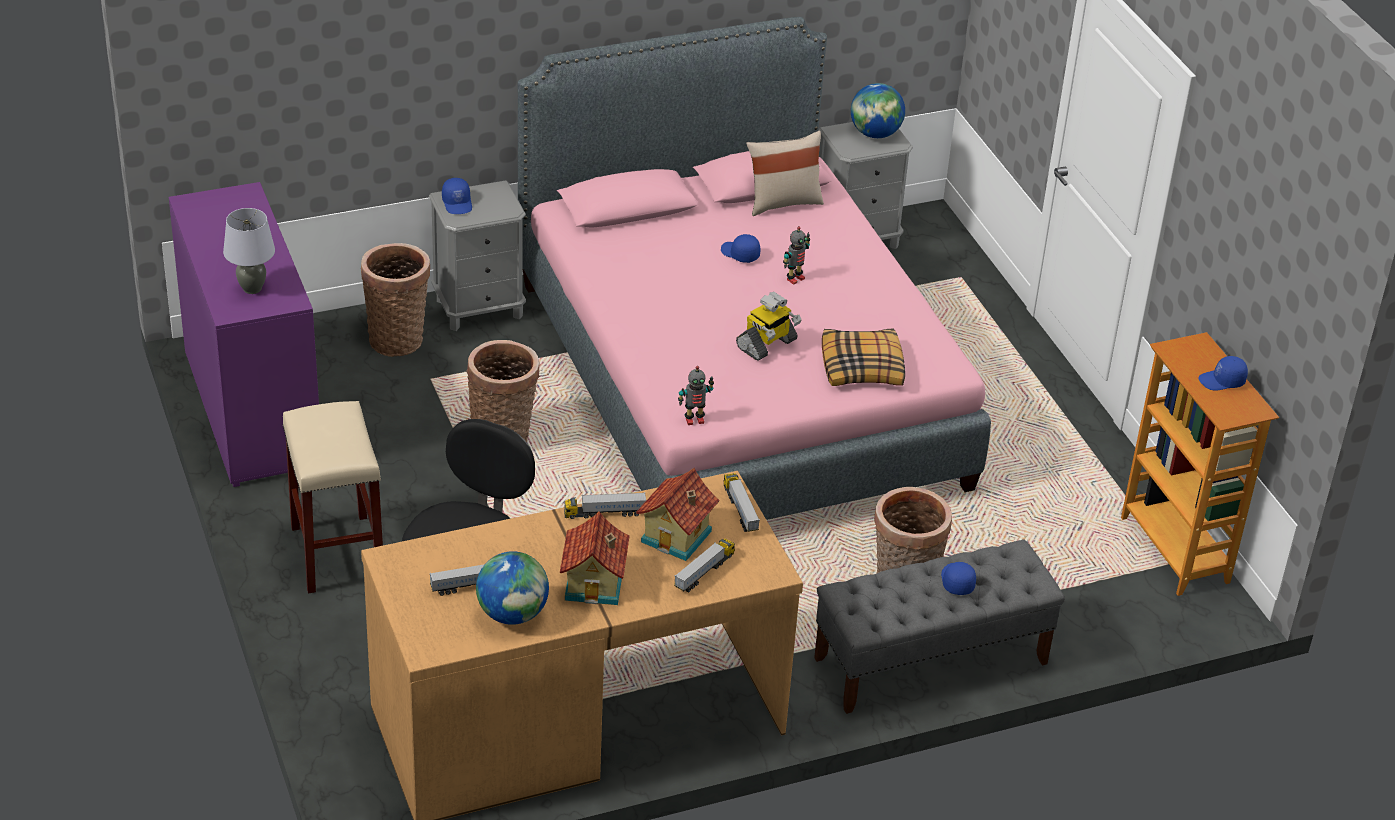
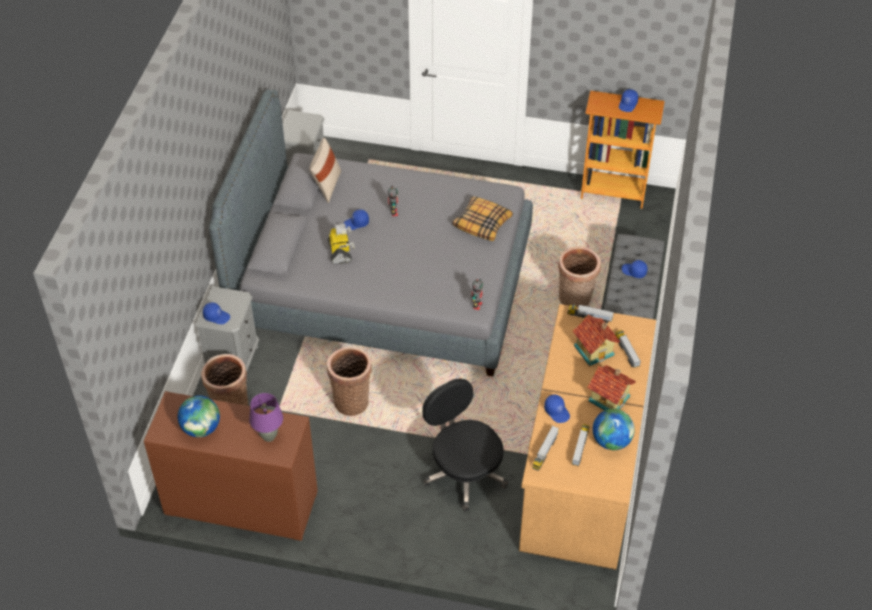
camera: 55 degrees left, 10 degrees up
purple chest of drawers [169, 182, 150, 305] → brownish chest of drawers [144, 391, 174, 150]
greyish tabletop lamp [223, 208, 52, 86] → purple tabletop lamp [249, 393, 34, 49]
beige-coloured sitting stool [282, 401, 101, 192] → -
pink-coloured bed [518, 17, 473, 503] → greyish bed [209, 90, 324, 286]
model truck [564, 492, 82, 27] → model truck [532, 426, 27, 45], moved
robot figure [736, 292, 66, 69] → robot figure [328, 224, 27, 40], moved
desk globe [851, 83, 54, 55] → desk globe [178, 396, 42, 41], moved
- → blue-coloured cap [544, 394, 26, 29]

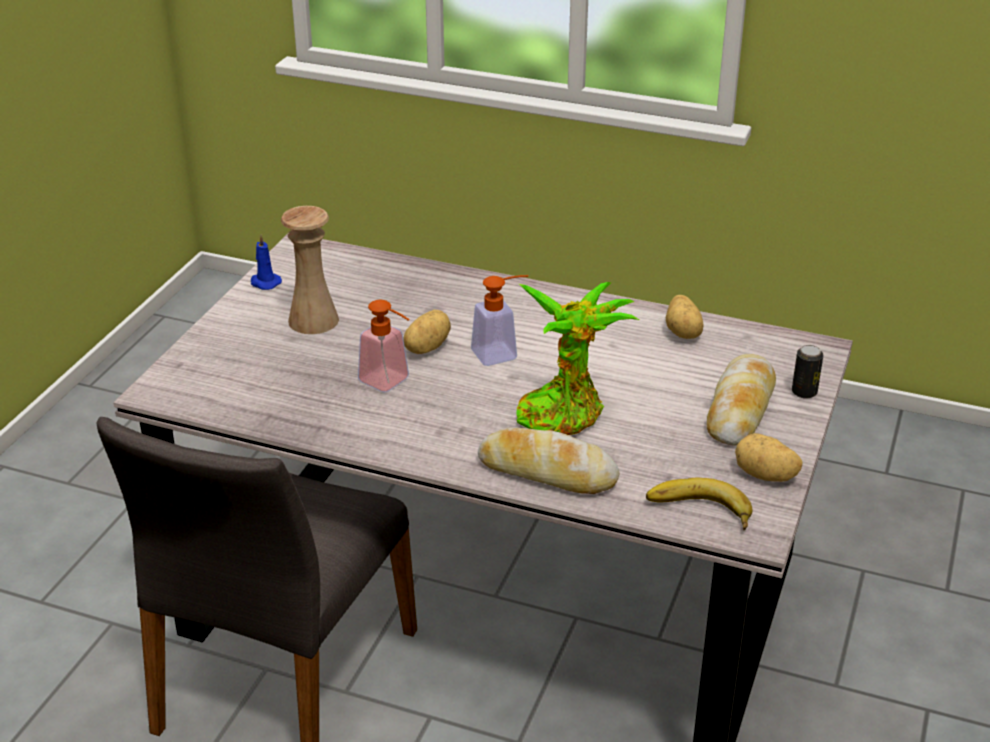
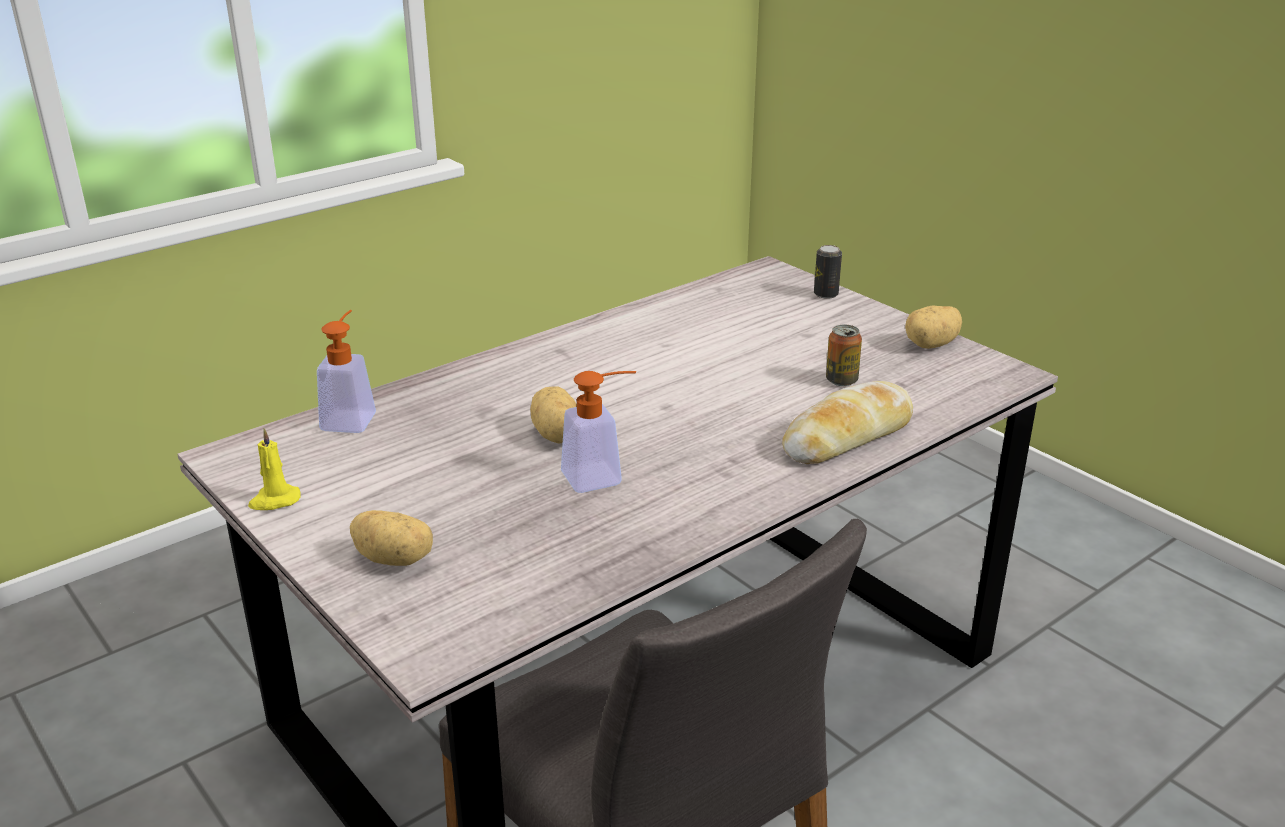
camera: 60 degrees left, 5 degrees down
blue-coloured wax candle [251, 234, 31, 56] → yellowish wax candle [248, 428, 53, 82]
beige-coloured vase [281, 206, 58, 128] → -
soap dispenser [471, 275, 57, 91] → soap dispenser [317, 310, 59, 123], moved
potted plant [516, 282, 123, 153] → -
banana fruit [646, 478, 106, 52] → -
spud [666, 295, 38, 44] → spud [350, 510, 83, 56], moved
bread [707, 354, 69, 91] → -
- → sealed can [826, 325, 36, 61]

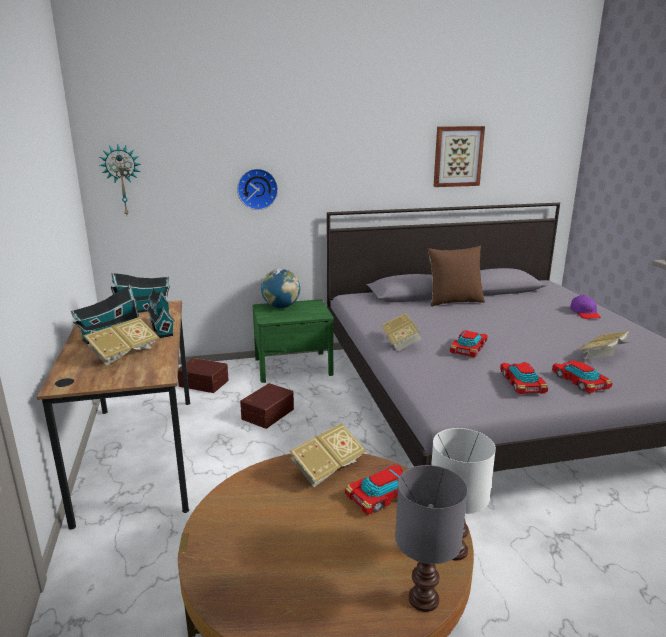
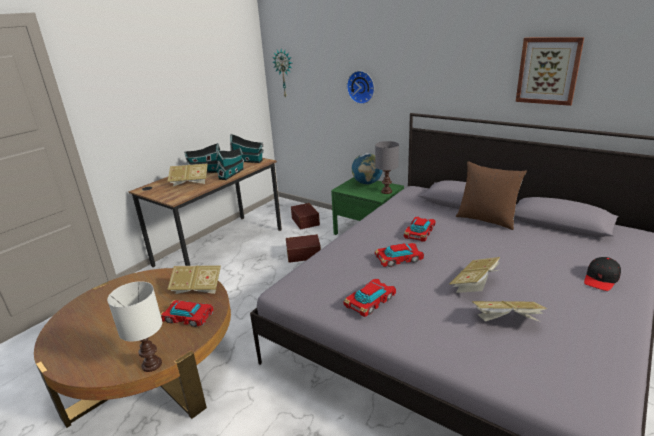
camera: 50 degrees right, 5 degrees up
volume [381, 313, 40, 39] → volume [449, 257, 51, 36], moved
greyish tabletop lamp [395, 465, 73, 147] → greyish tabletop lamp [375, 141, 24, 53], moved
toy car [552, 360, 61, 33] → toy car [404, 217, 32, 25], moved
purple cap [570, 295, 31, 24] → black cap [584, 257, 37, 34]

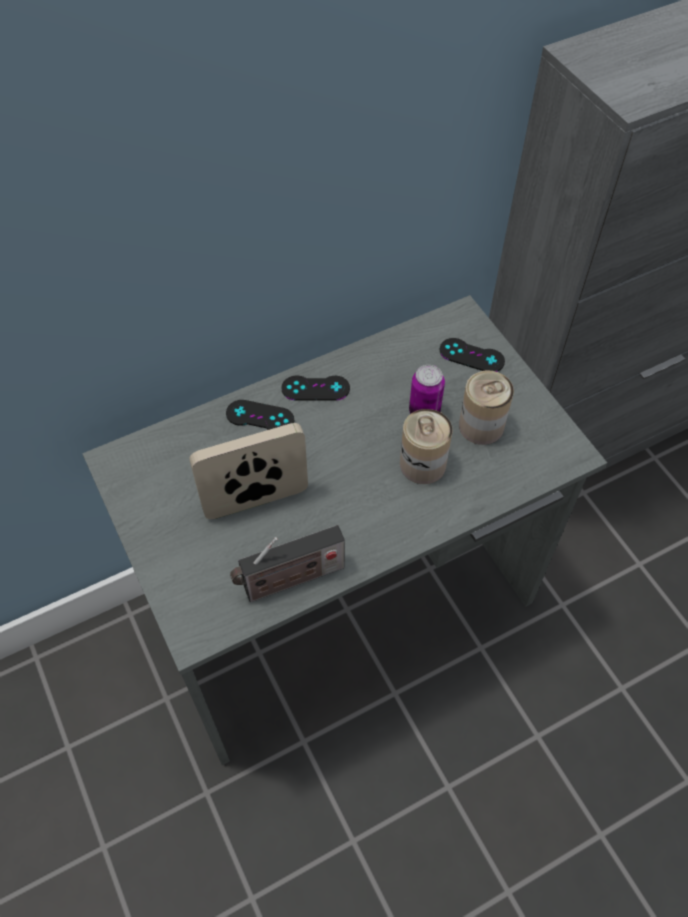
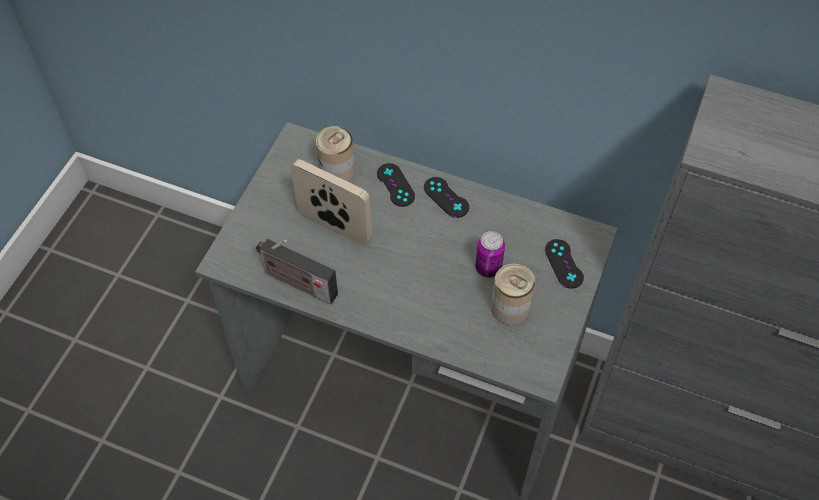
camera: 50 degrees right, 0 degrees up
sealed can [400, 409, 53, 75] → sealed can [316, 126, 39, 56], moved

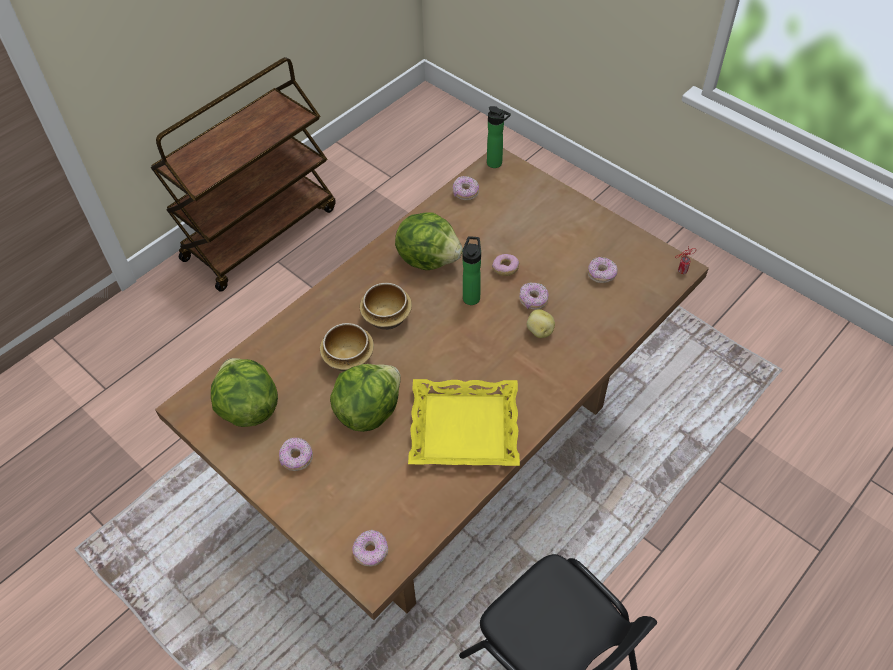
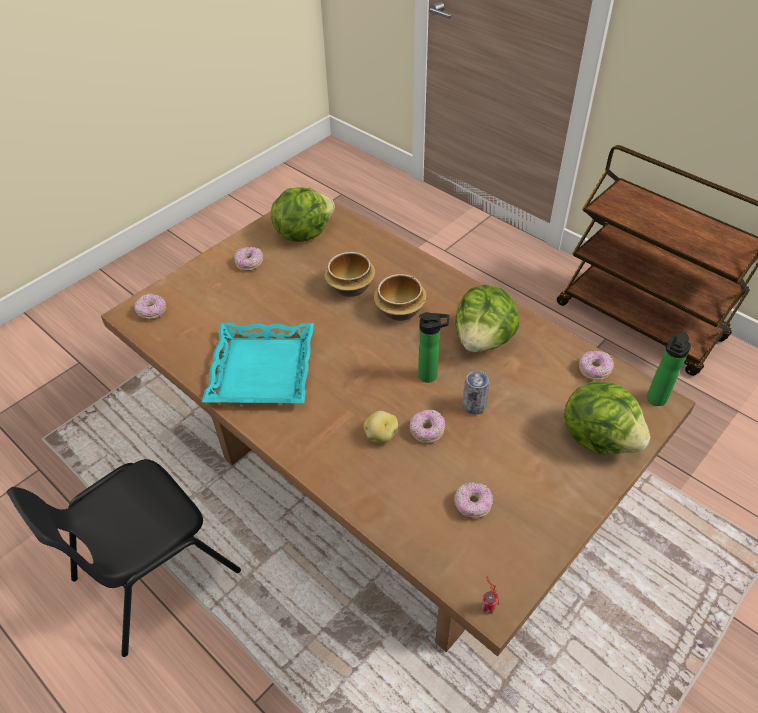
camera: 90 degrees right, 5 degrees down
head of lettuce [330, 364, 71, 68] → head of lettuce [564, 381, 87, 74], moved
yellowish tray [408, 379, 112, 87] → blue-green tray [202, 323, 112, 80]
ring doughnut [492, 254, 27, 22] → sealed can [462, 371, 28, 44]

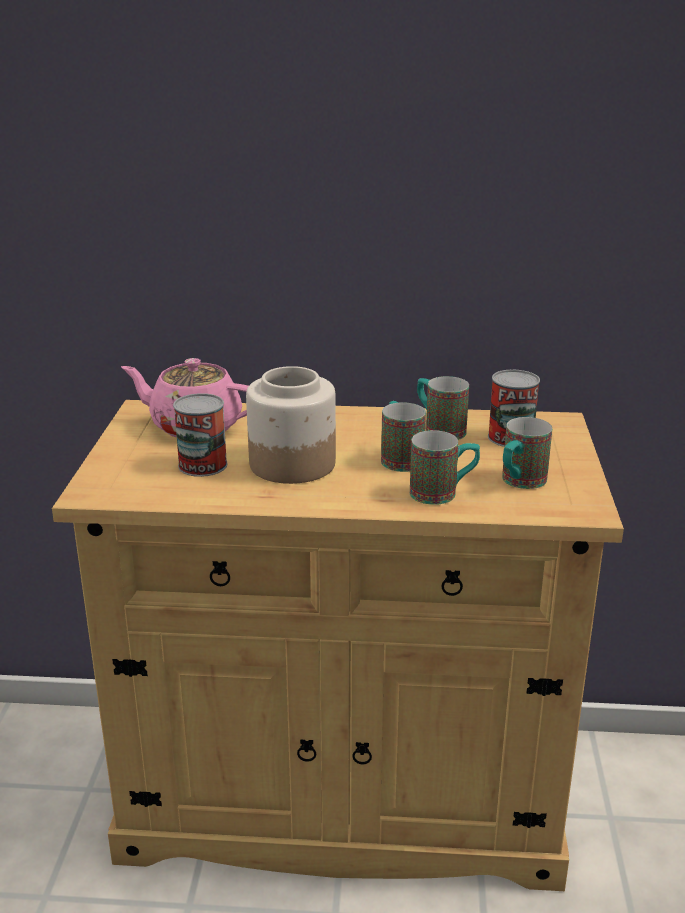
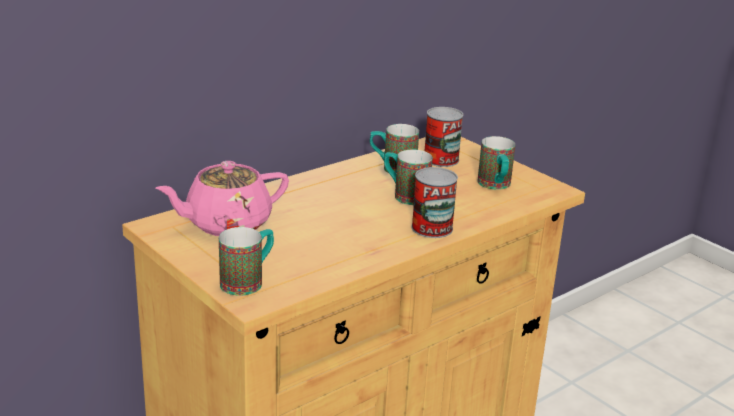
camera: 45 degrees left, 0 degrees up
sealed can [173, 393, 54, 84] → sealed can [411, 167, 47, 71], moved
preserve jar [246, 366, 90, 118] → -
tea mug [410, 430, 70, 75] → tea mug [219, 227, 55, 69], moved

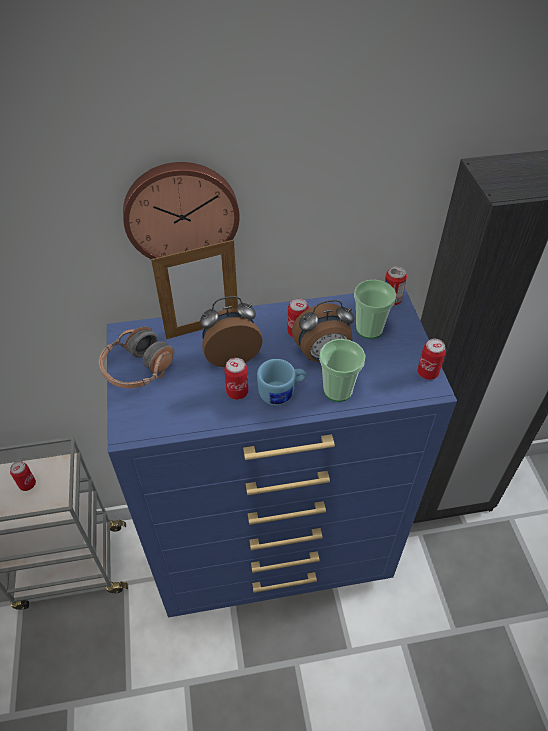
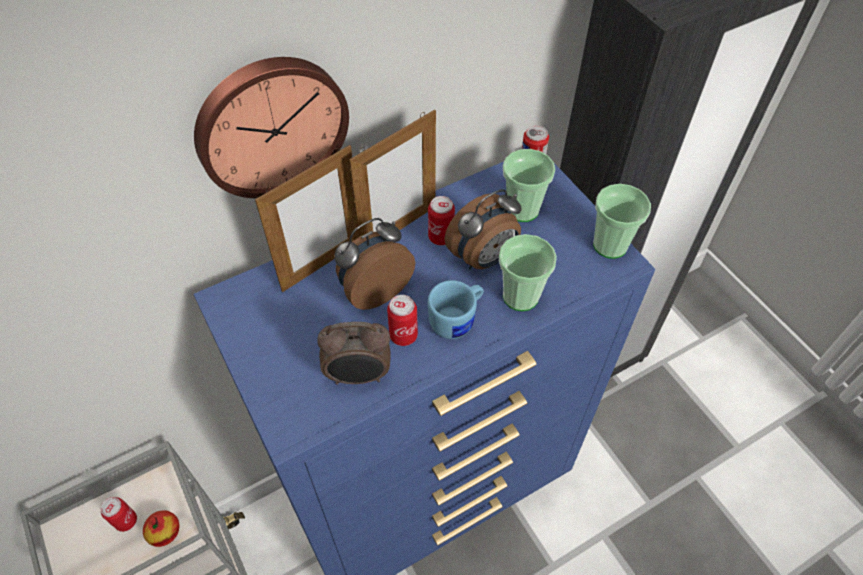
camera: 20 degrees left, 5 degrees up
pair of headphones [99, 326, 76, 62] → -
sealed can [417, 339, 29, 41] → cup [593, 184, 58, 75]
- → whole apple [143, 510, 36, 37]
- → table clock [317, 322, 74, 63]
- → picture frame [349, 110, 87, 127]

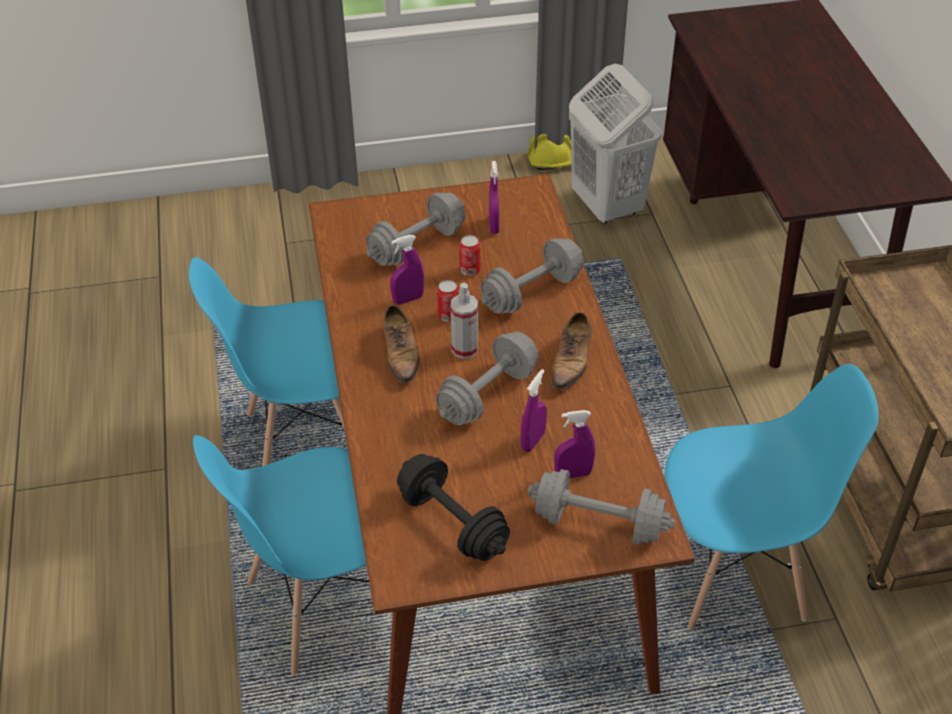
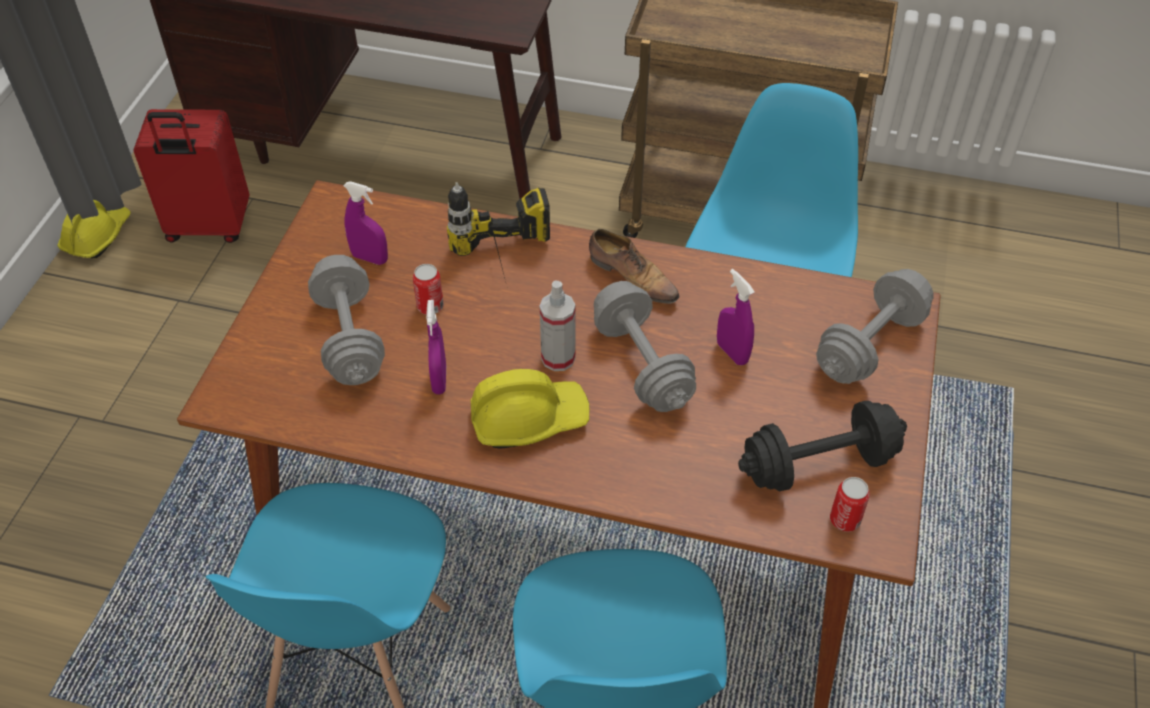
camera: 65 degrees left, 5 degrees up
item of footwear [383, 305, 37, 78] → yellowish safety helmet [471, 369, 118, 80]
sealed can [437, 280, 22, 42] → sealed can [830, 477, 40, 55], moved
greyish hand weight [481, 238, 103, 75] → electric drill [447, 182, 103, 96]
purple spray bottle [554, 410, 41, 68] → -
whitish hamper [569, 64, 93, 160] → red travel case [134, 109, 116, 134]

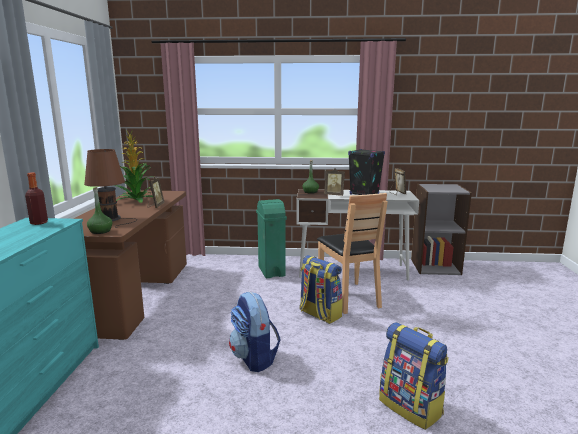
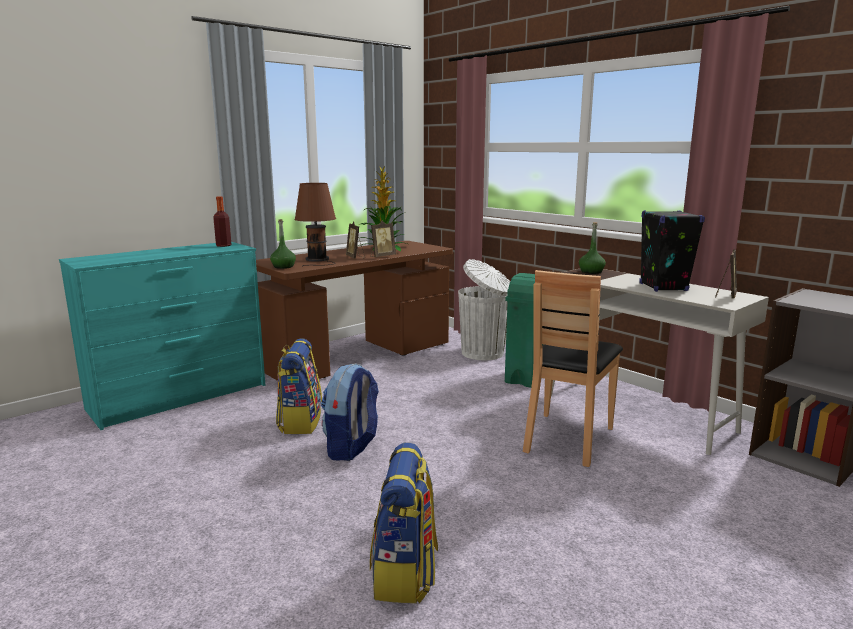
camera: 45 degrees right, 0 degrees up
knapsack [299, 255, 44, 69] → knapsack [276, 338, 46, 96], moved
picture frame [324, 168, 21, 28] → picture frame [346, 221, 19, 38], moved
- → whitish trash can [458, 259, 52, 101]

